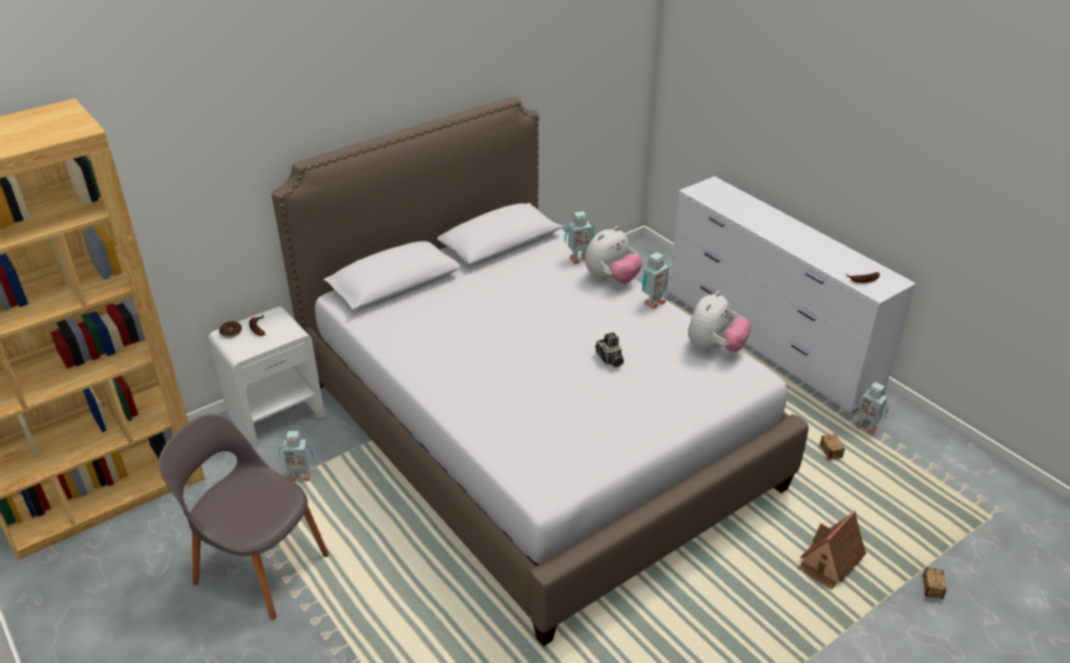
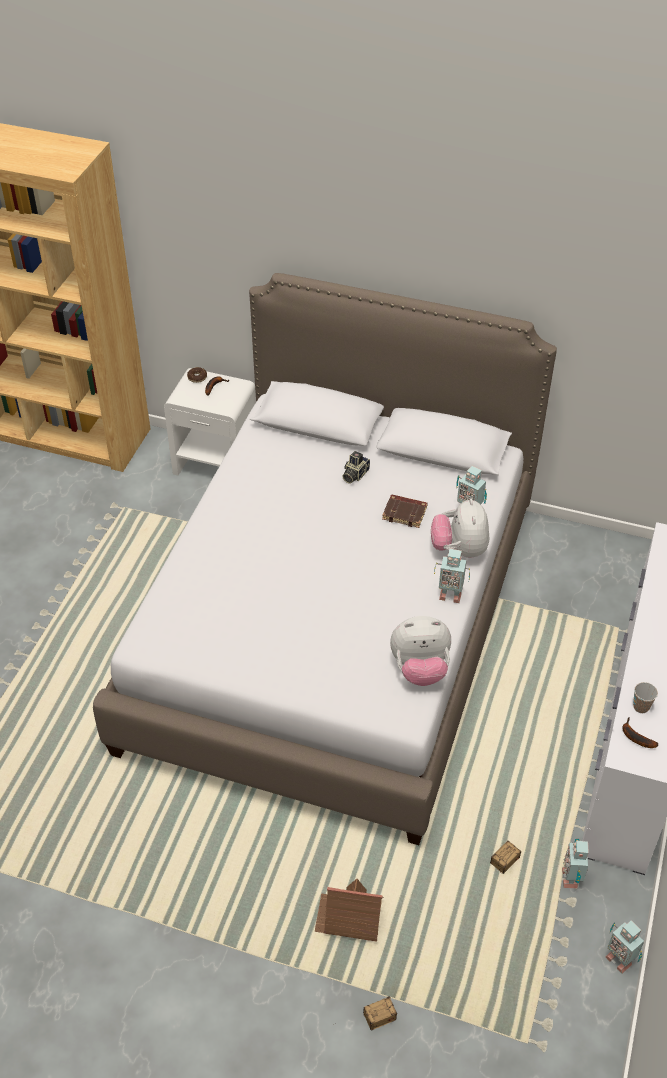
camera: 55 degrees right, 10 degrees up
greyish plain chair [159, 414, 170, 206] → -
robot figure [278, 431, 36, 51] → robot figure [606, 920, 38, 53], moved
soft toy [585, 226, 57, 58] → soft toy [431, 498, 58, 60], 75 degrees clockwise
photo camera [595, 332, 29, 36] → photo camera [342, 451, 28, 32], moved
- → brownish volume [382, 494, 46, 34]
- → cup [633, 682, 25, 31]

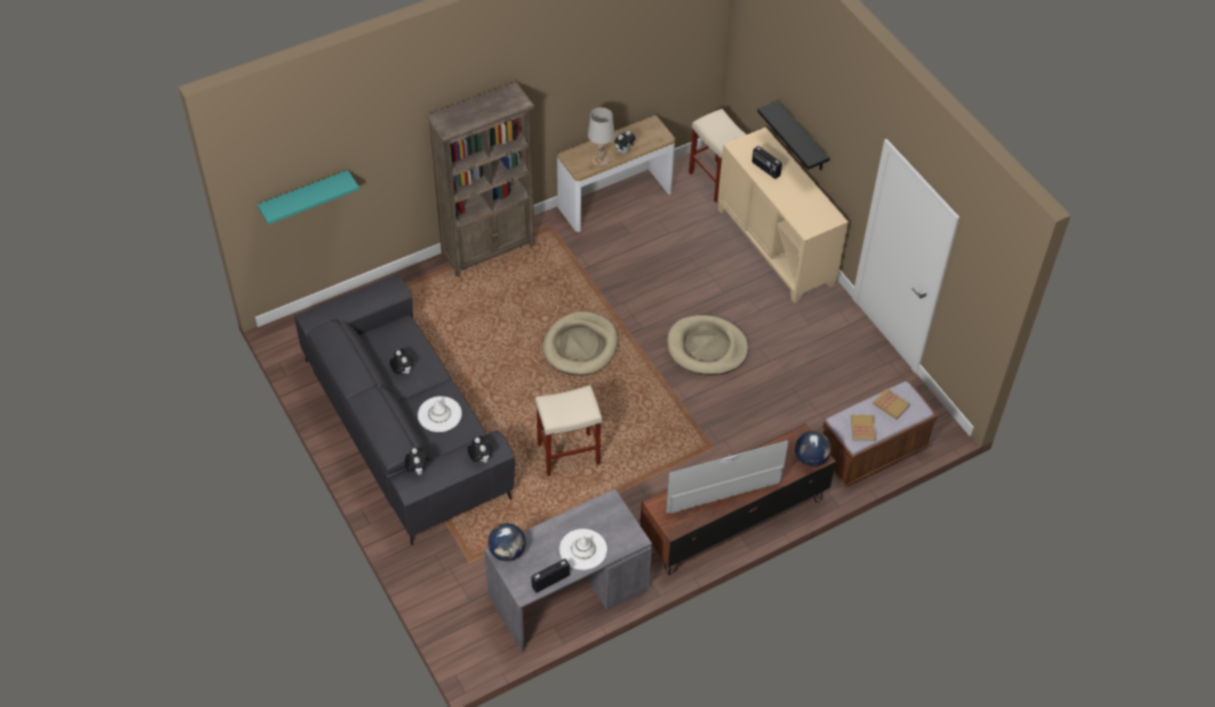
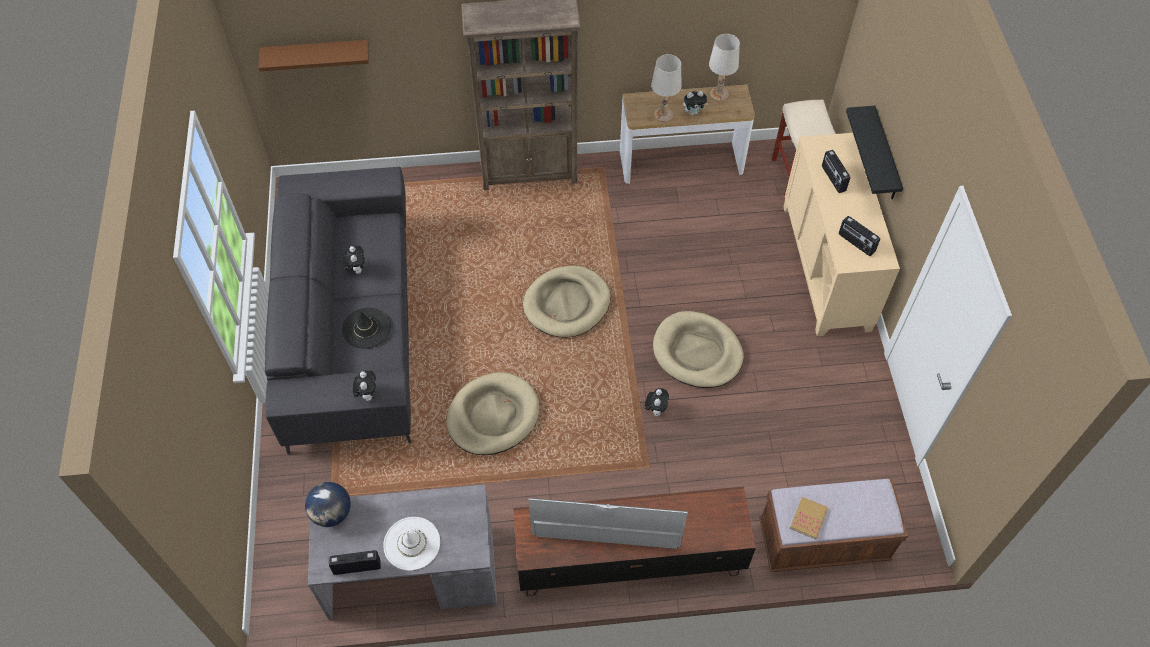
camera: 25 degrees right, 5 degrees up
blue-green shelf [257, 170, 102, 55] → brownish shelf [258, 40, 111, 31]
soft toy [405, 447, 22, 28] → soft toy [645, 388, 24, 29], moved
whitish hat [418, 396, 44, 36] → black hat [342, 308, 49, 41]
beige-coloured sitting stool [535, 385, 67, 91] → beige-coloured dog cushion [446, 372, 93, 83]
desk globe [795, 431, 36, 36] → -
volume [873, 389, 37, 31] → -
- → whitish tabletop lamp [709, 34, 31, 67]
- → radio set [839, 216, 41, 40]

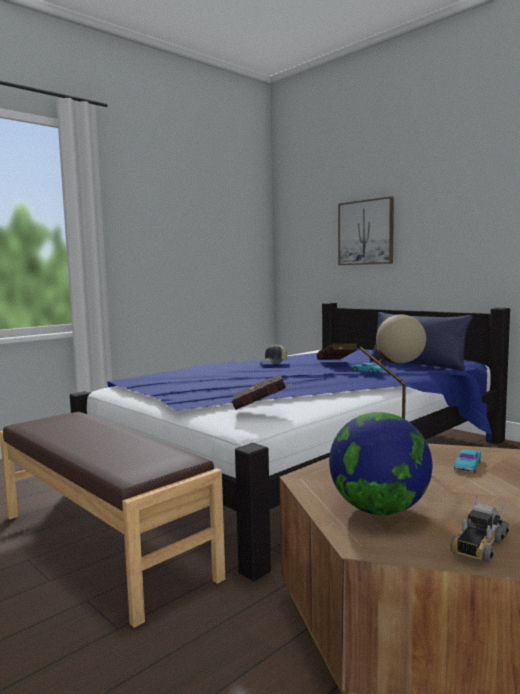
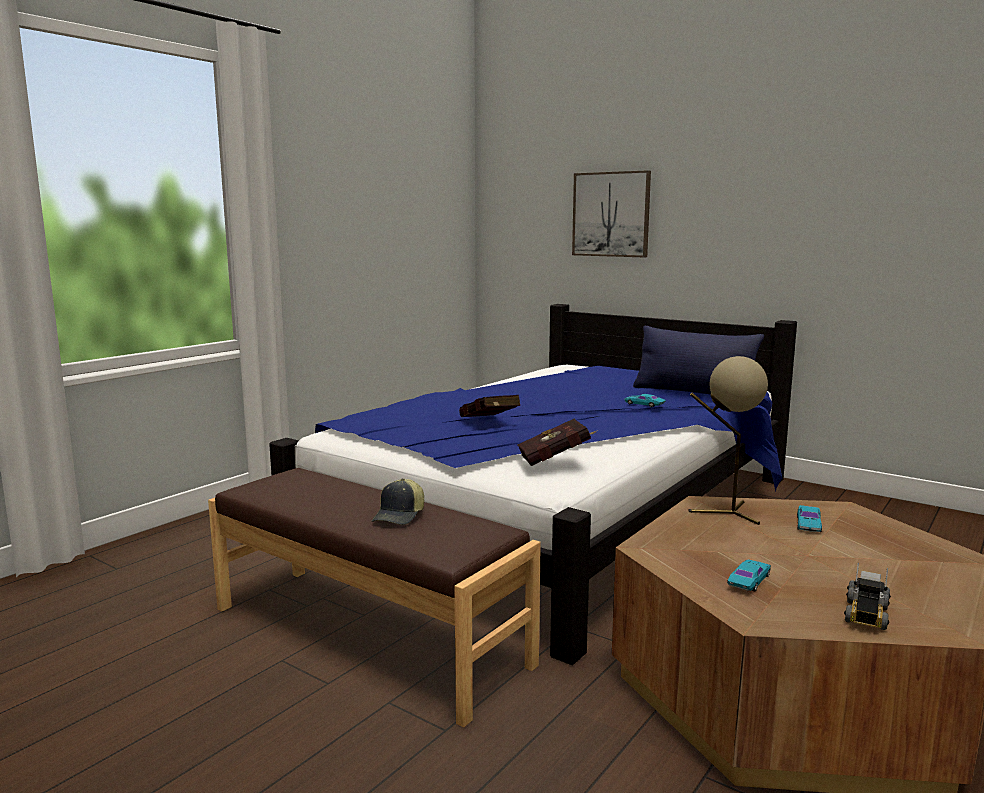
camera: 10 degrees left, 5 degrees up
cap [261, 344, 26, 20] → cap [372, 478, 52, 47], moved
red volume [317, 343, 40, 17] → red volume [459, 395, 61, 22], moved
desk globe [329, 412, 103, 103] → blue-green toy car [727, 559, 44, 33]

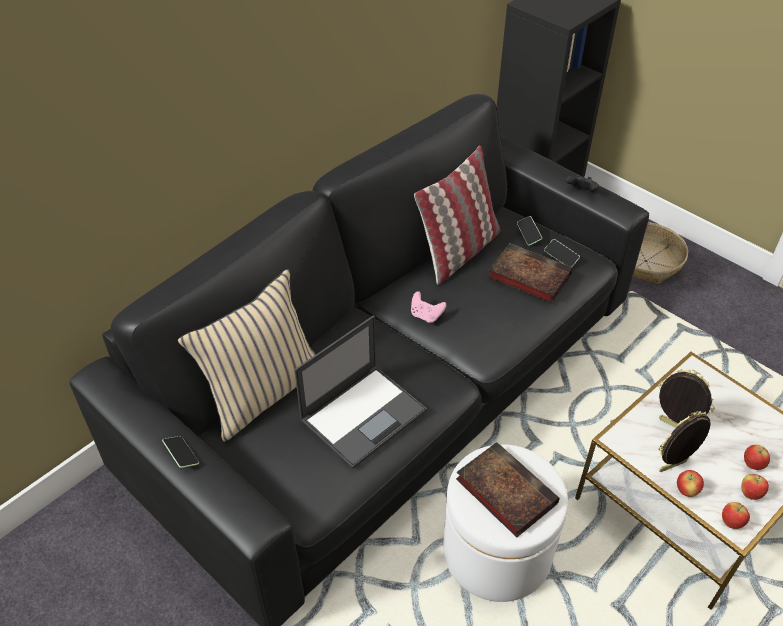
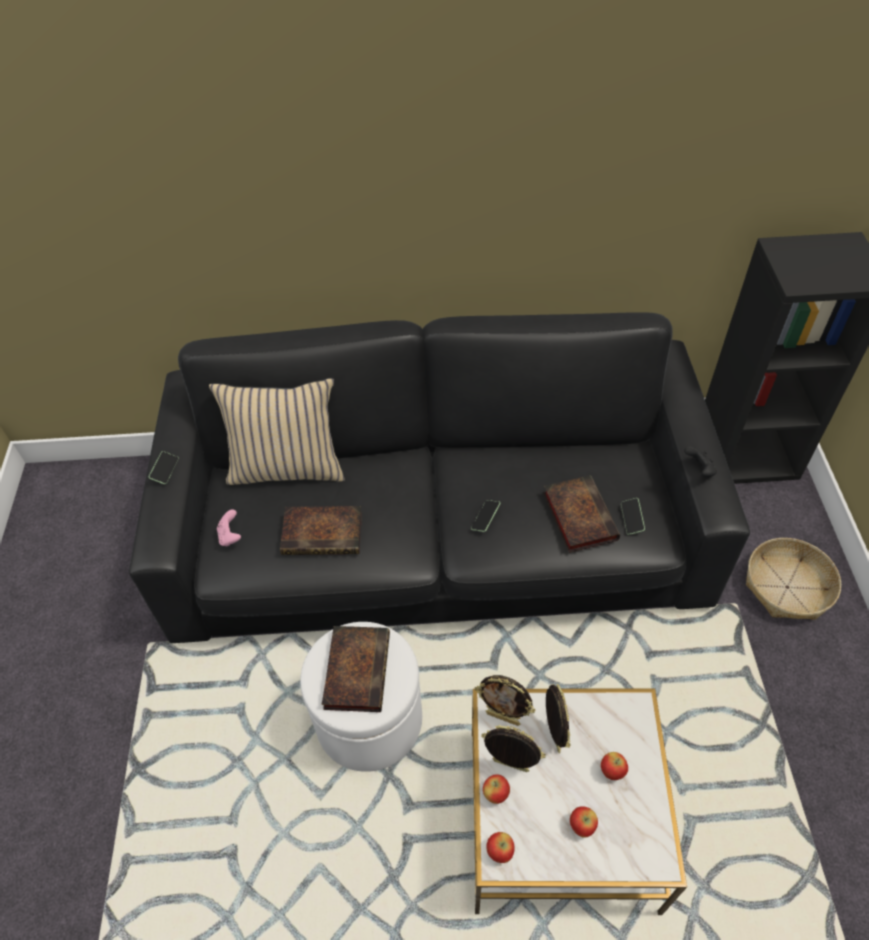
camera: 45 degrees right, 5 degrees up
notebook computer [294, 316, 133, 153] → volume [280, 506, 82, 49]
pink-coloured gamepad [411, 291, 35, 32] → pink-coloured gamepad [217, 509, 24, 38], moved
cushion [414, 146, 87, 139] → -
handset [517, 216, 25, 29] → handset [471, 500, 30, 32], moved
whole apple [741, 474, 28, 26] → whole apple [601, 752, 27, 28], moved
- → picture frame [475, 675, 60, 51]

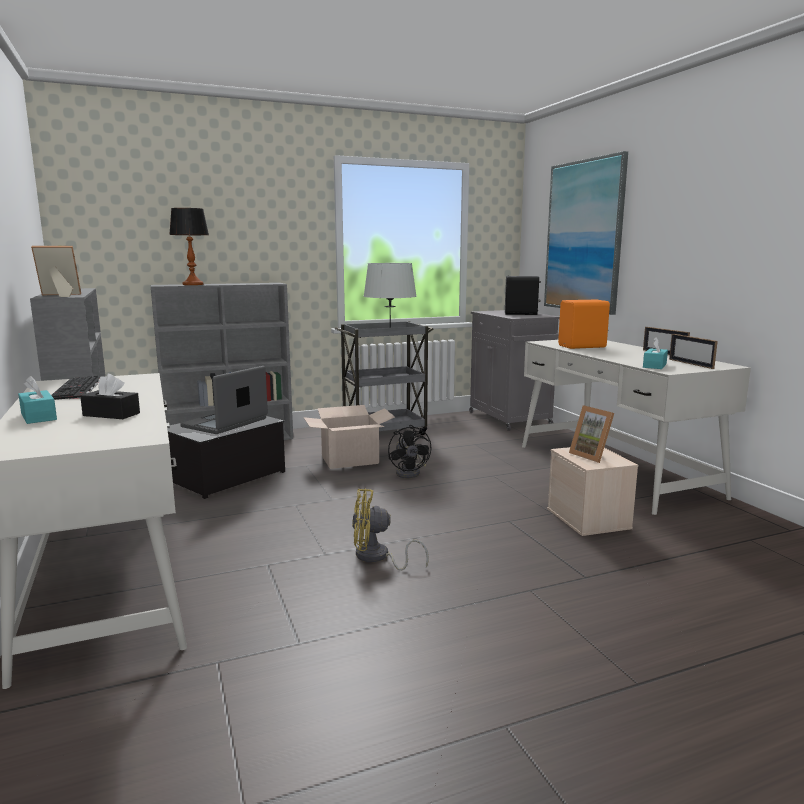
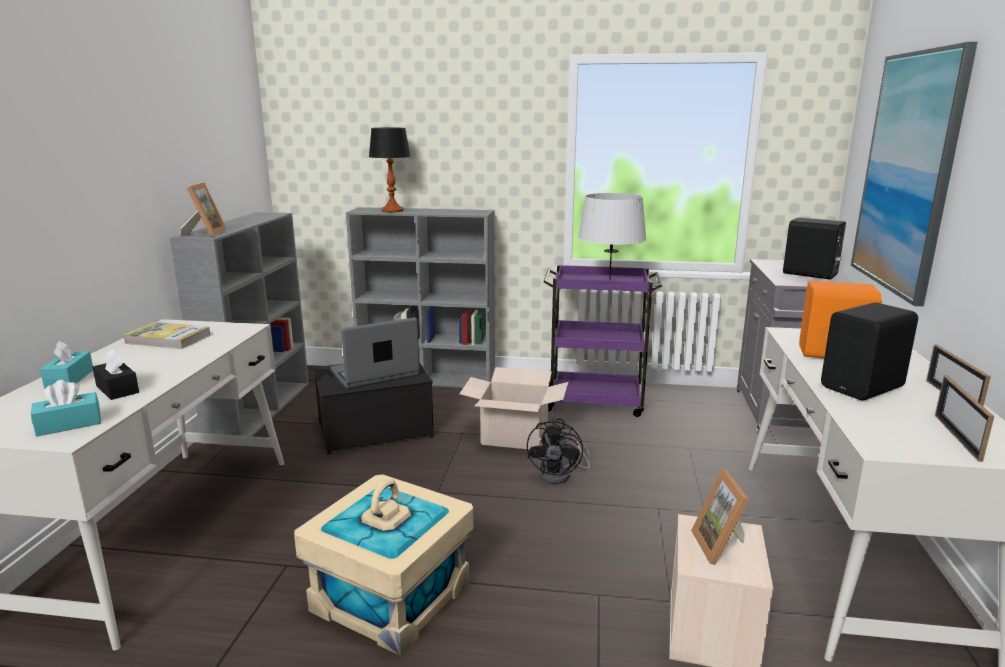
camera: 30 degrees right, 5 degrees up
picture frame [31, 246, 50, 51] → picture frame [180, 182, 47, 54], 75 degrees clockwise
computer keyboard [51, 376, 50, 24] → volume [124, 322, 86, 27]
greyish wheeled cart [335, 321, 99, 114] → purple wheeled cart [544, 265, 118, 152]
yellowish cooling fan [352, 488, 77, 83] → beige-coloured storage bin [294, 474, 180, 182]
blue-green tissue holder [643, 337, 25, 32] → blue-green tissue holder [31, 380, 70, 56], moved
- → black speaker [821, 302, 97, 98]

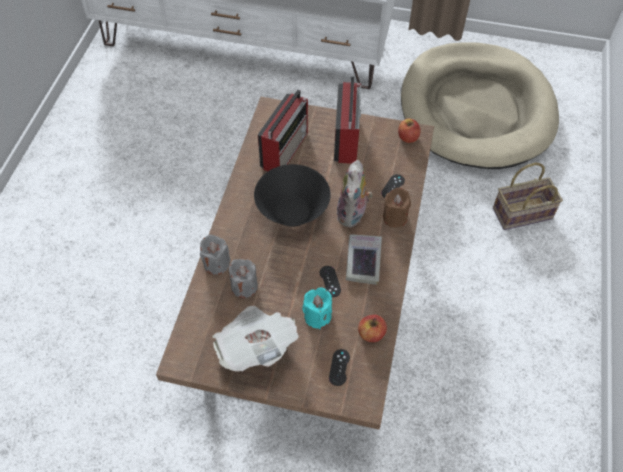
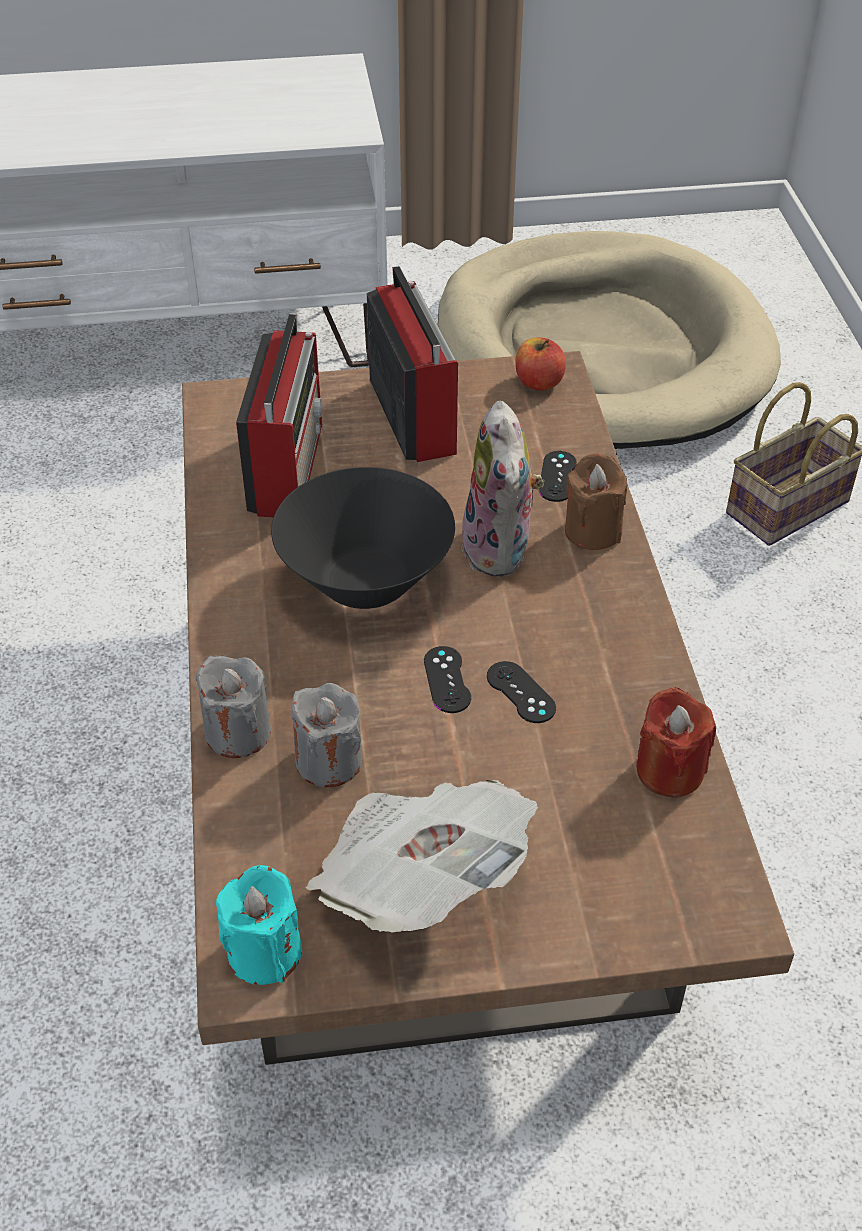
camera: 20 degrees left, 10 degrees down
blue-green wax candle [302, 287, 30, 42] → blue-green wax candle [216, 865, 86, 120], moved
black gamepad [329, 349, 21, 37] → black gamepad [424, 646, 47, 67], moved
volume [346, 234, 36, 51] → -
whole apple [358, 315, 29, 27] → red wax candle [637, 687, 79, 111]

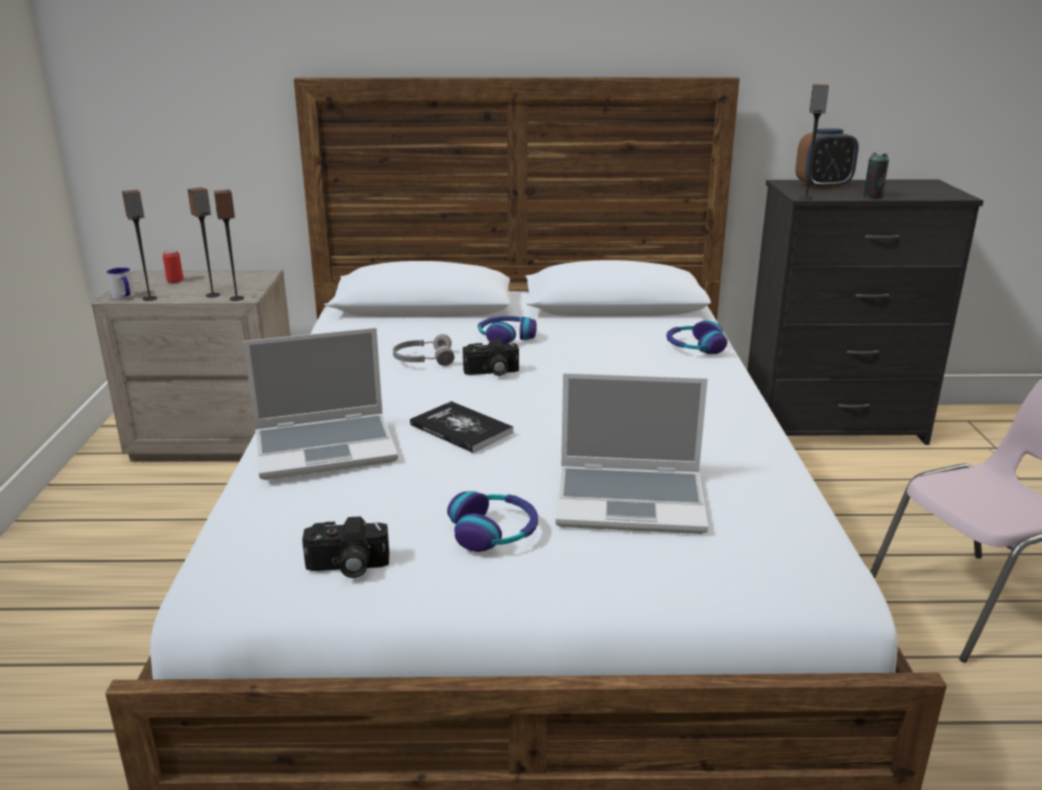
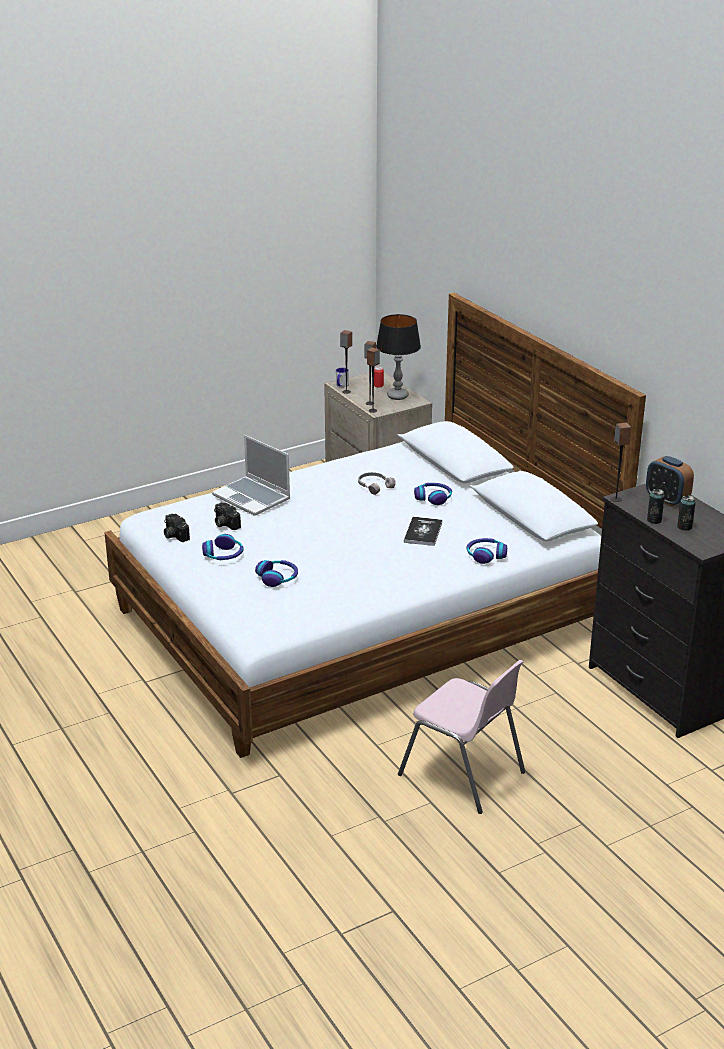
camera: 60 degrees right, 5 degrees up
volume [410, 401, 104, 52] → volume [404, 517, 38, 29], moved
photo camera [463, 339, 56, 37] → photo camera [214, 503, 27, 27], moved
notebook computer [555, 373, 153, 161] → pair of headphones [255, 560, 43, 27]
- → tabletop lamp [376, 314, 45, 86]
- → sealed can [677, 495, 19, 36]

